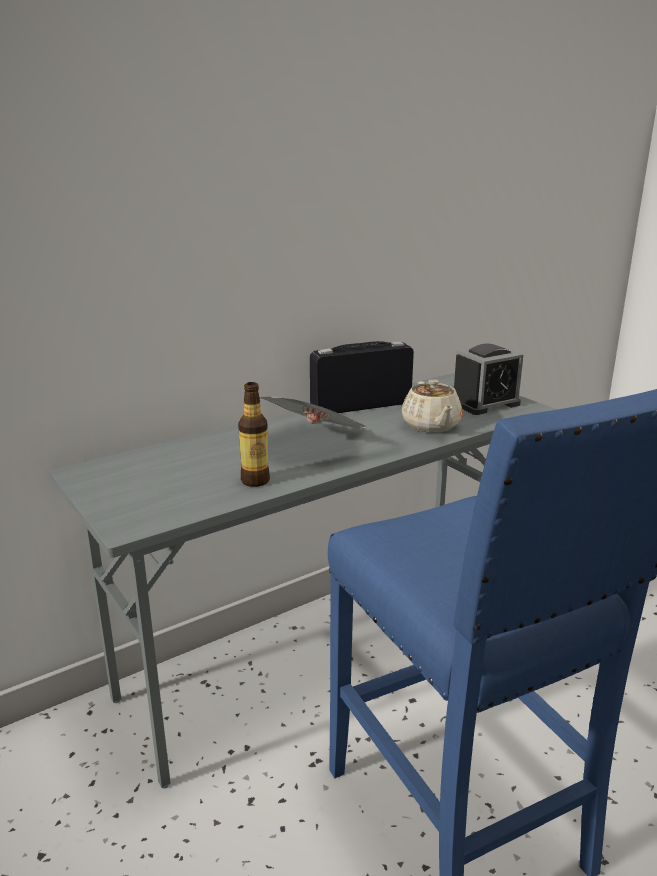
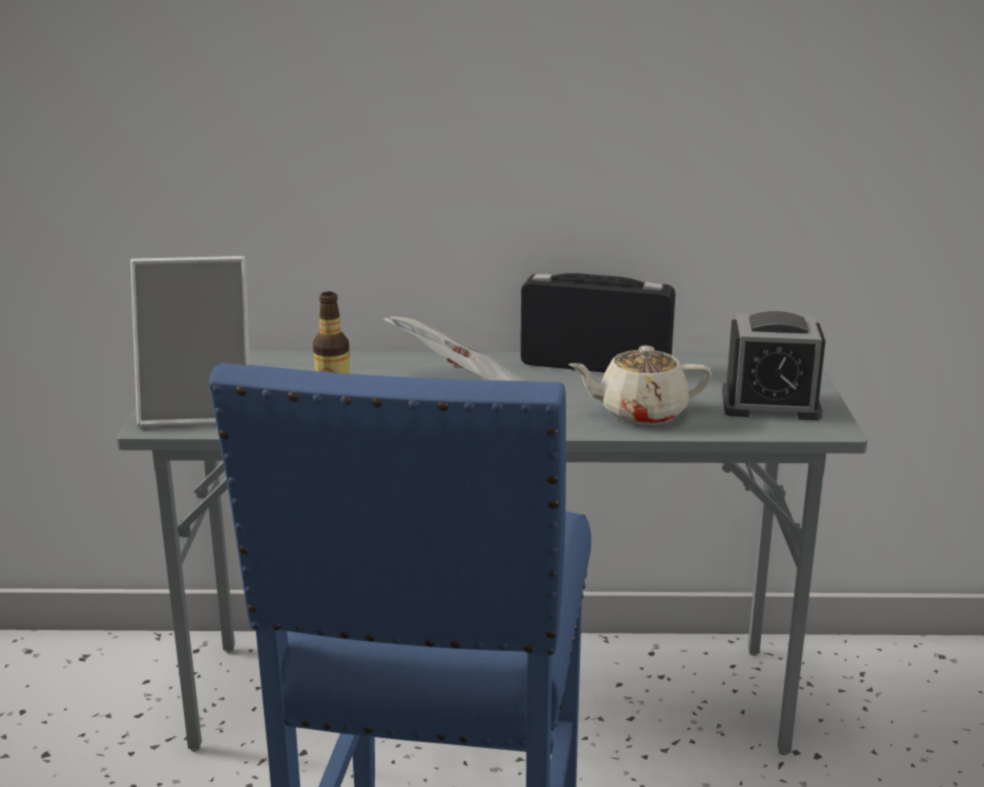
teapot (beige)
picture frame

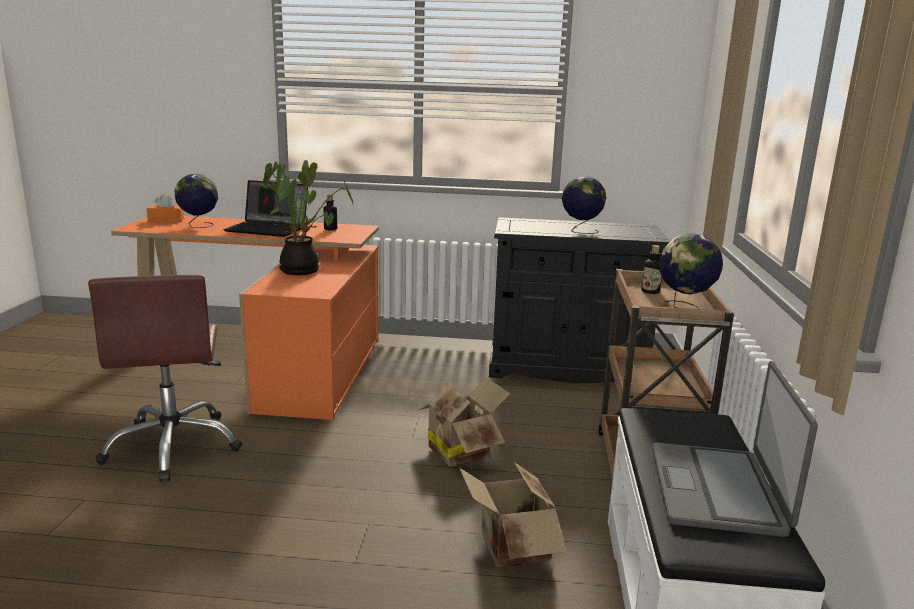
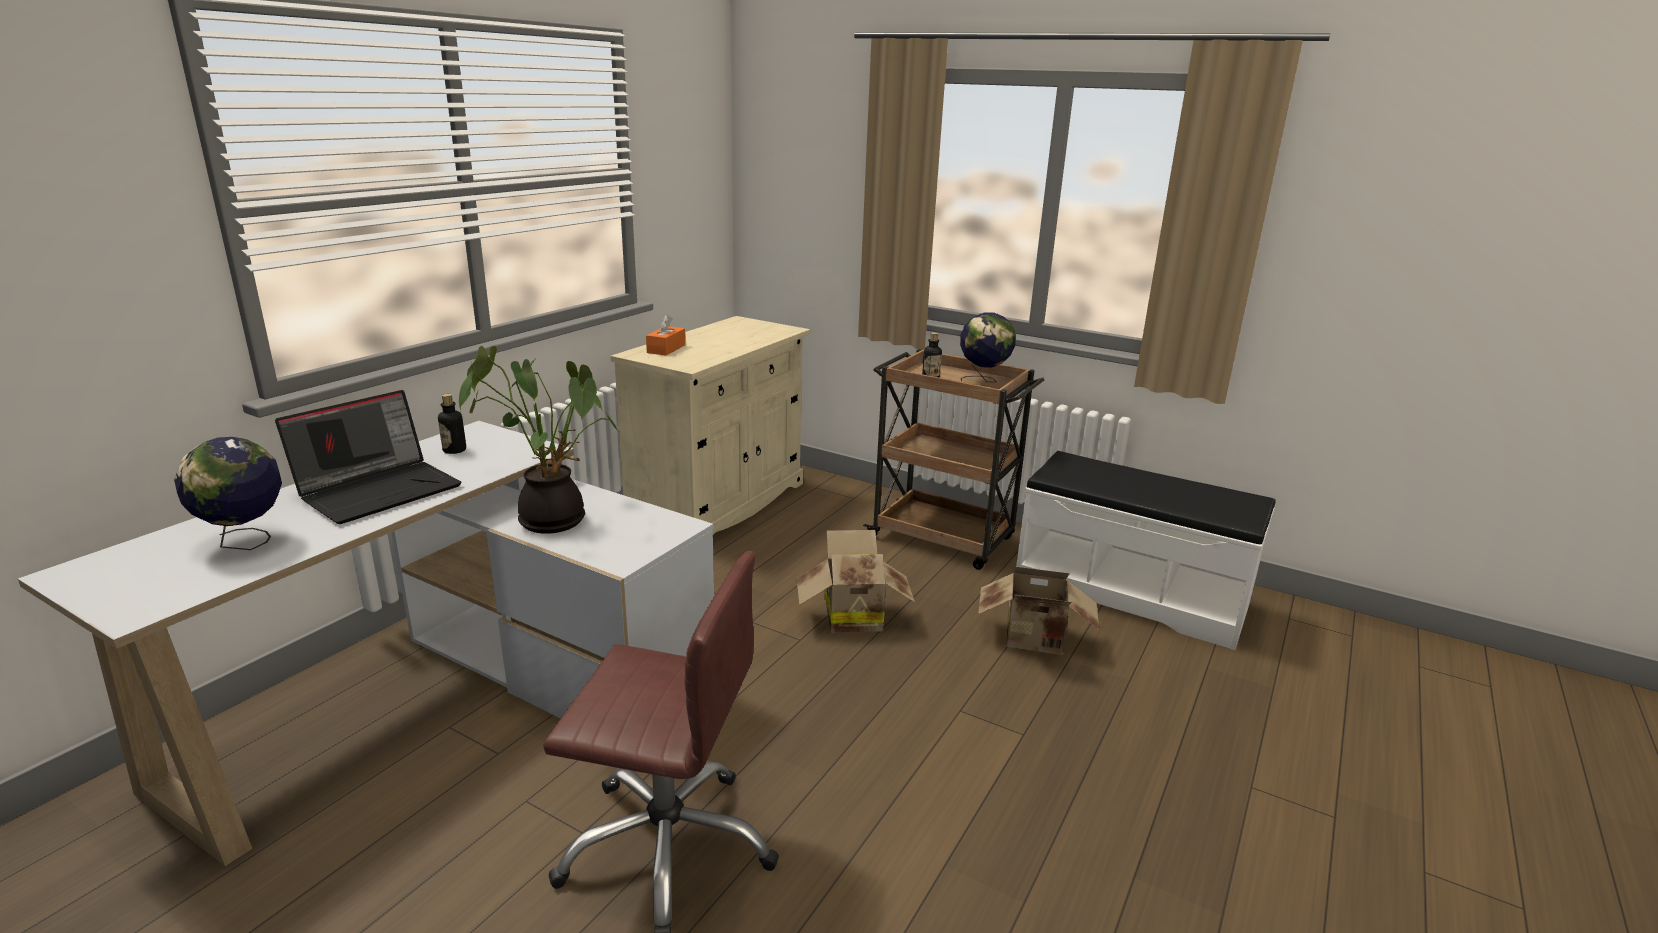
globe (no. 2 from left in the first image)
tissue box (orange)
desk (white)
cabinet (beige)
laptop (no. 2 from left in the first image)

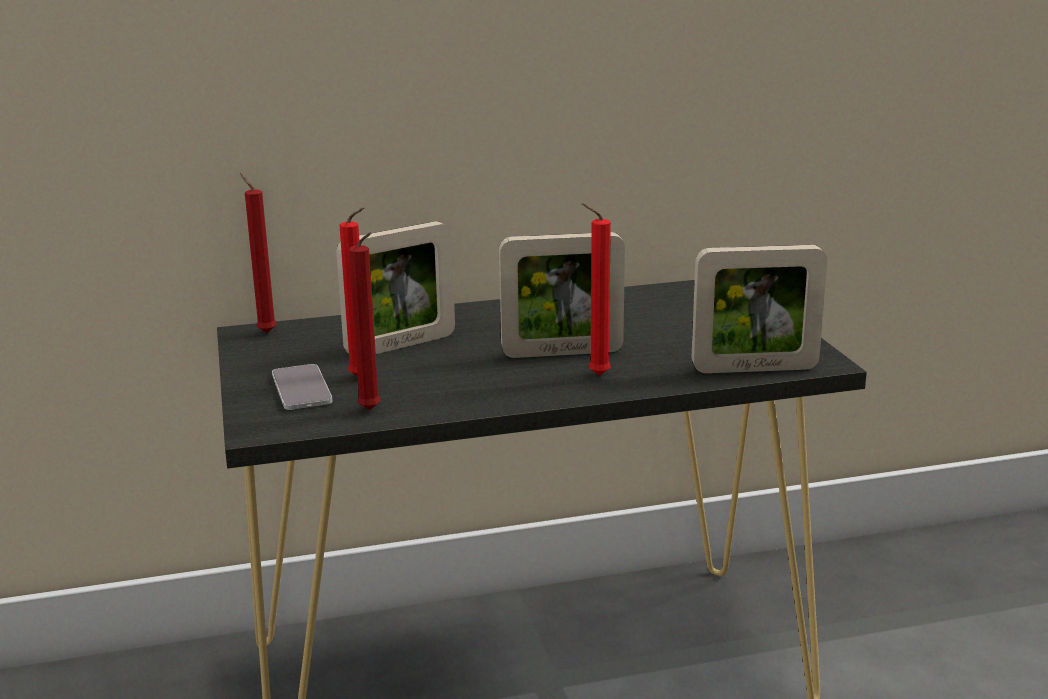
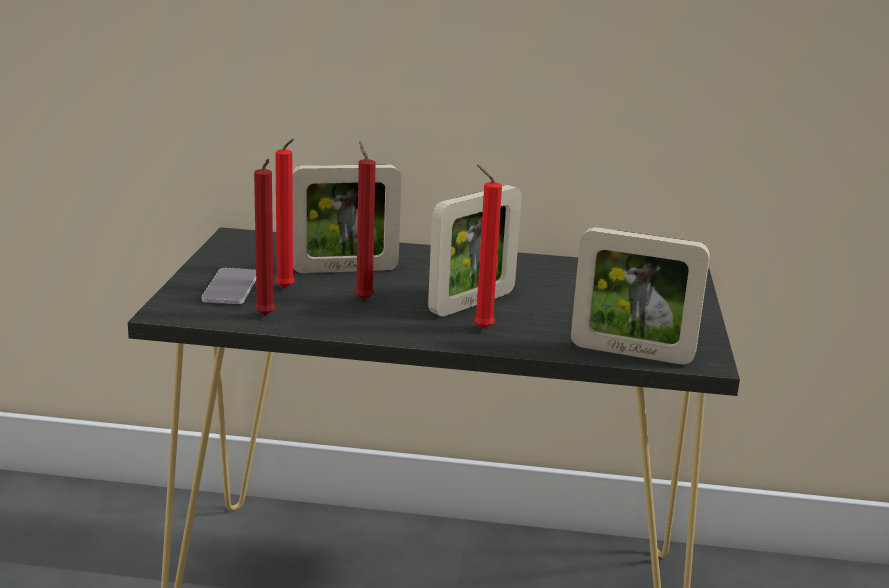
candle (red) (no. 3 from left)
picture frame (no. 2 from left)

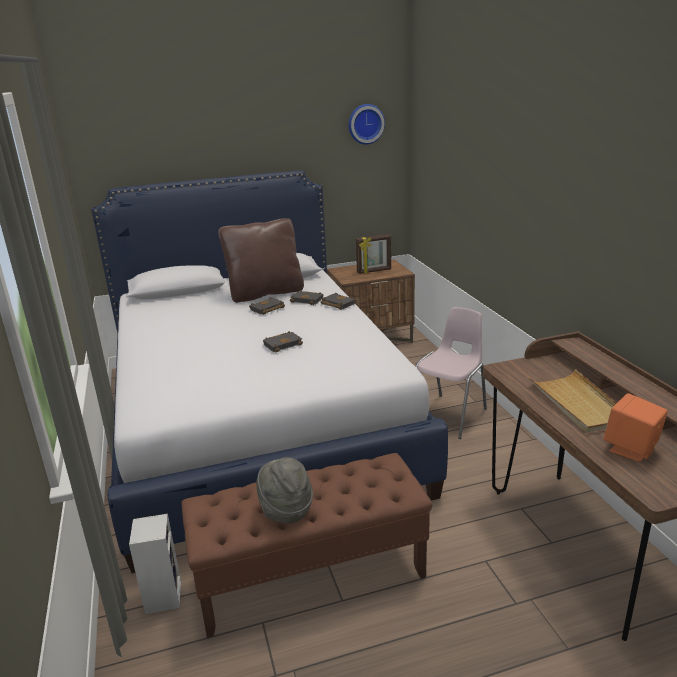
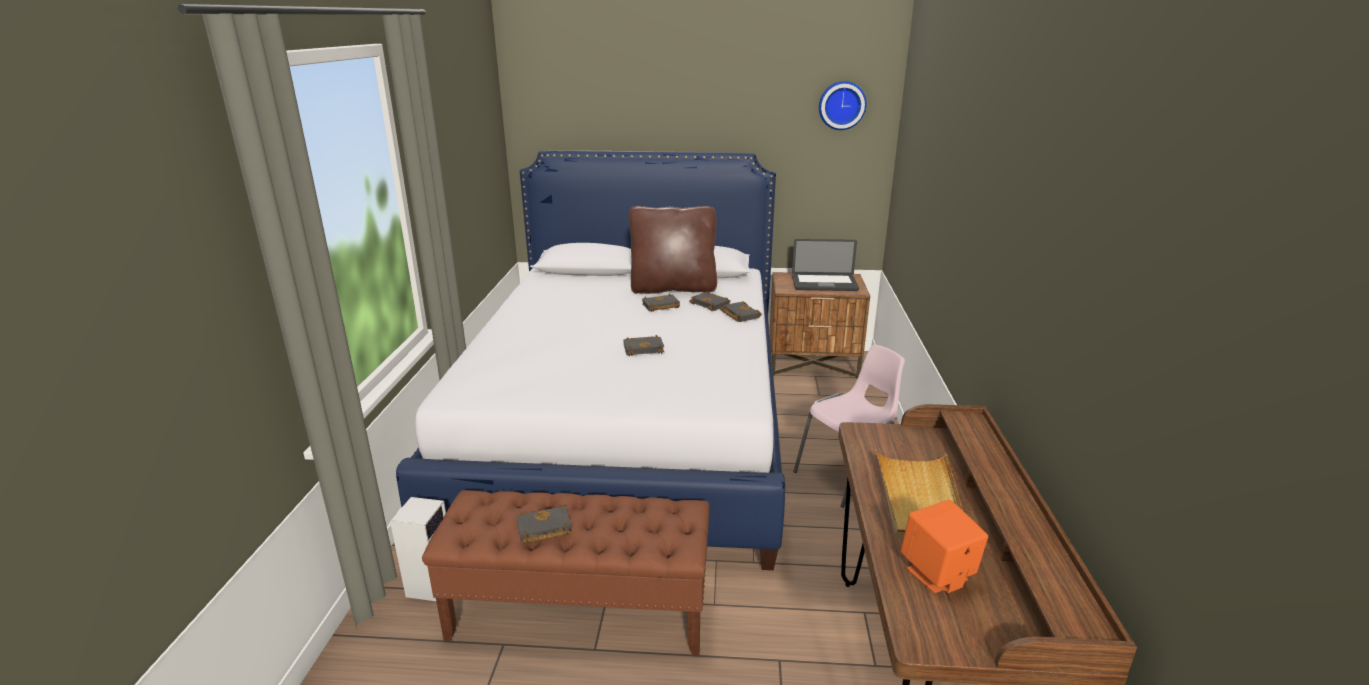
laptop
book (black) (no. 1 from left)

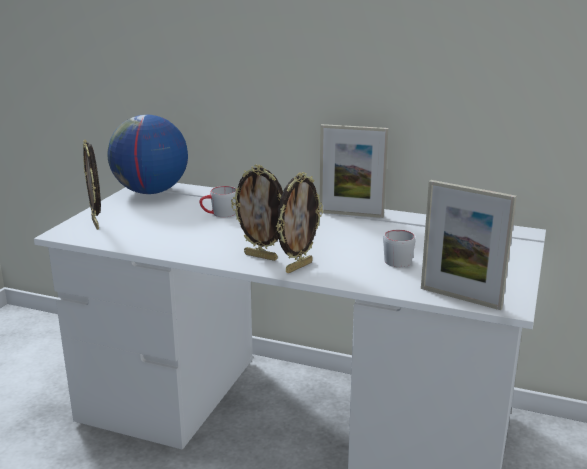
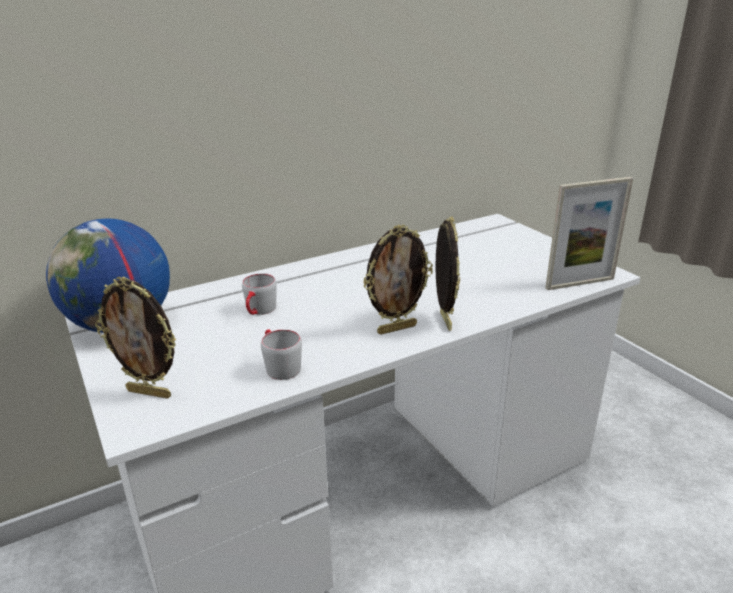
picture frame (no. 4 from left in the first image)
mug (grey) (no. 2 from left)

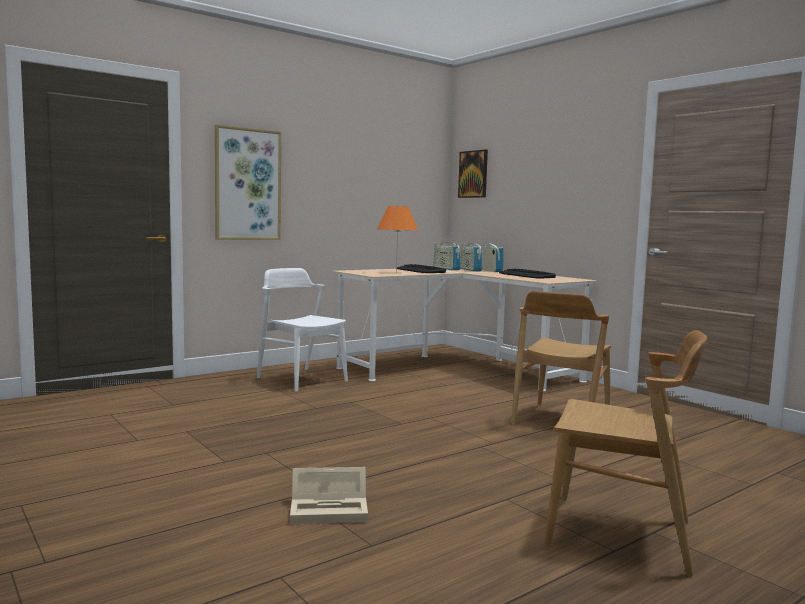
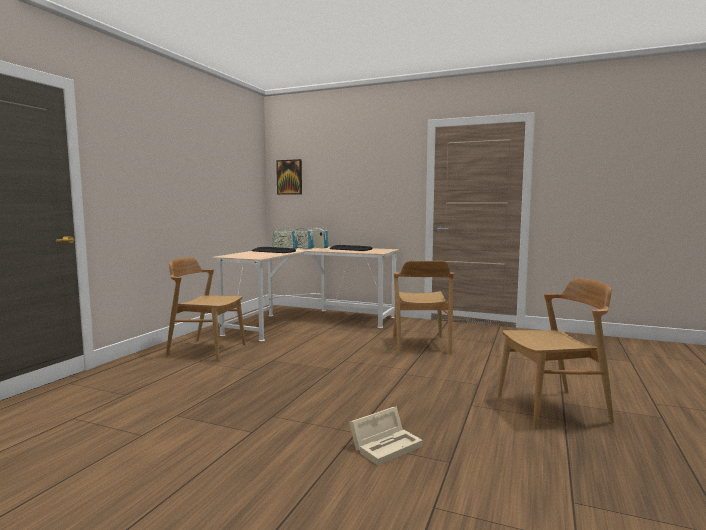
picture (no. 1 from left in the first image)
table lamp (orange)
chair (brown) (no. 1 from left)

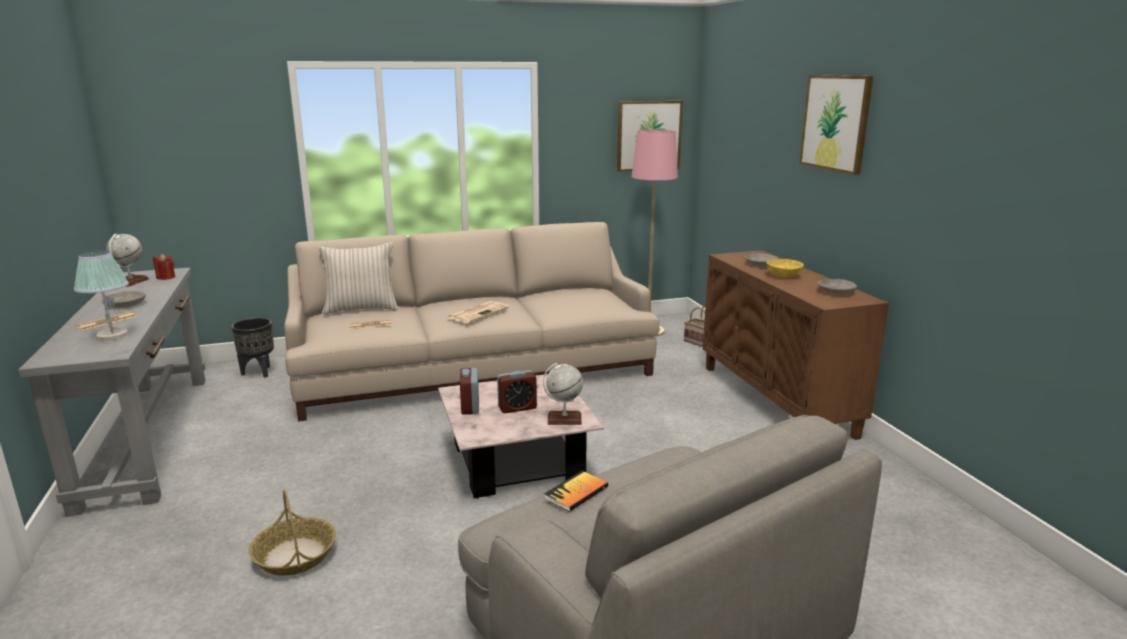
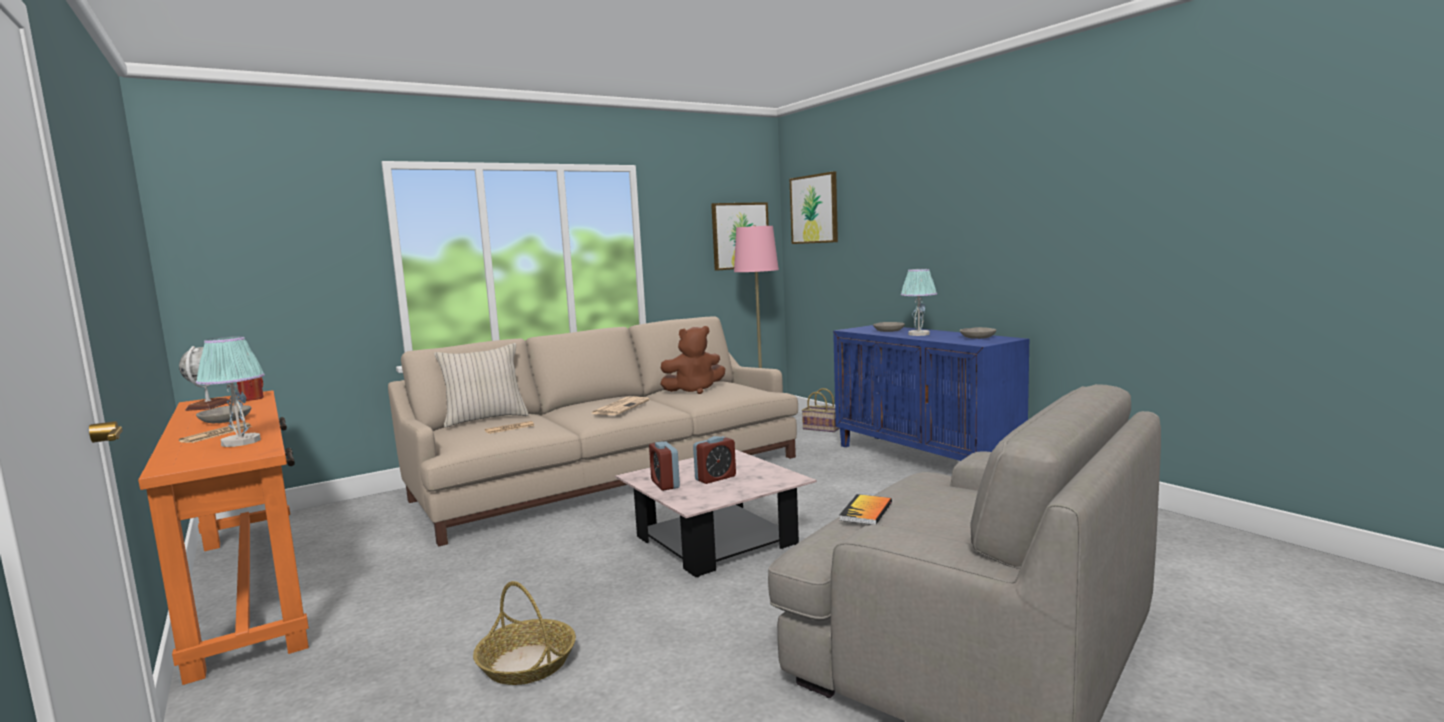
picture (no. 2 from left)
cabinet (blue)
table lamp (no. 2 from left)
console table (orange)
planter (black)
globe (no. 2 from left in the first image)
plush toy (brown)

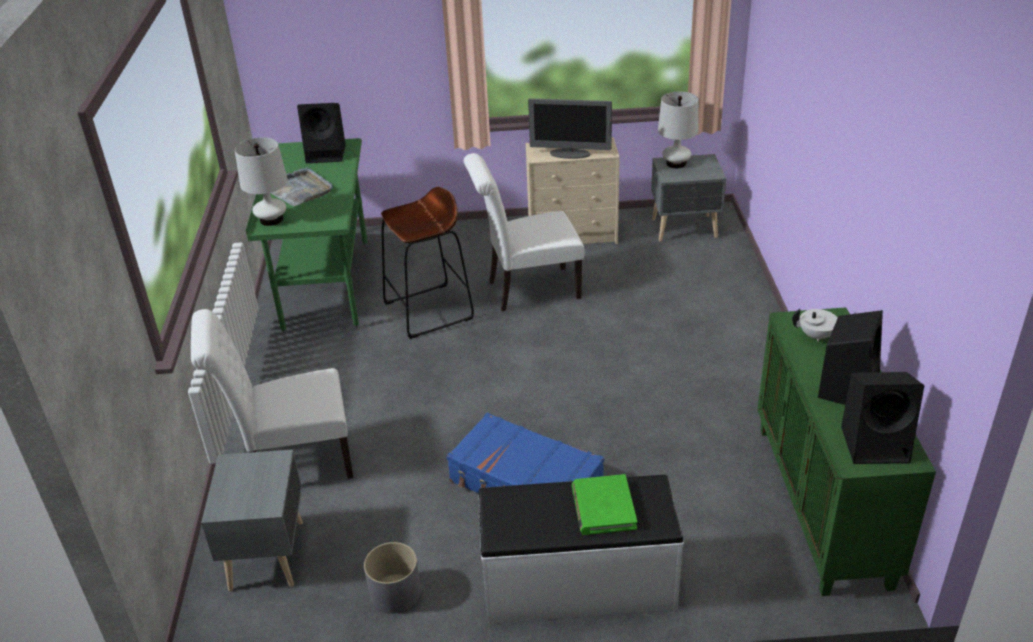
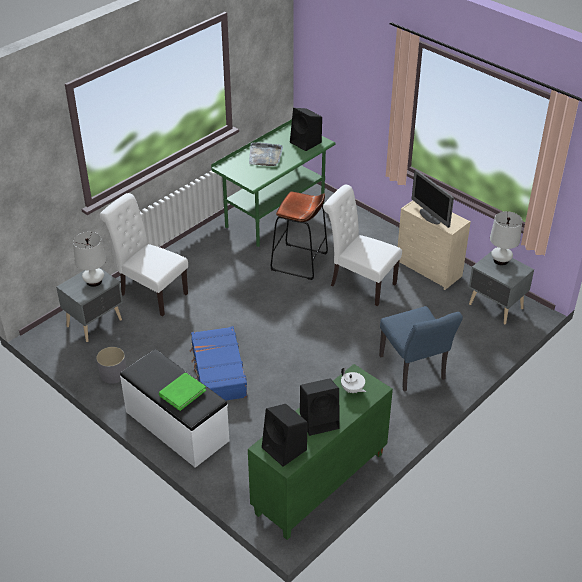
table lamp (white) (no. 1 from left)
chair (blue)

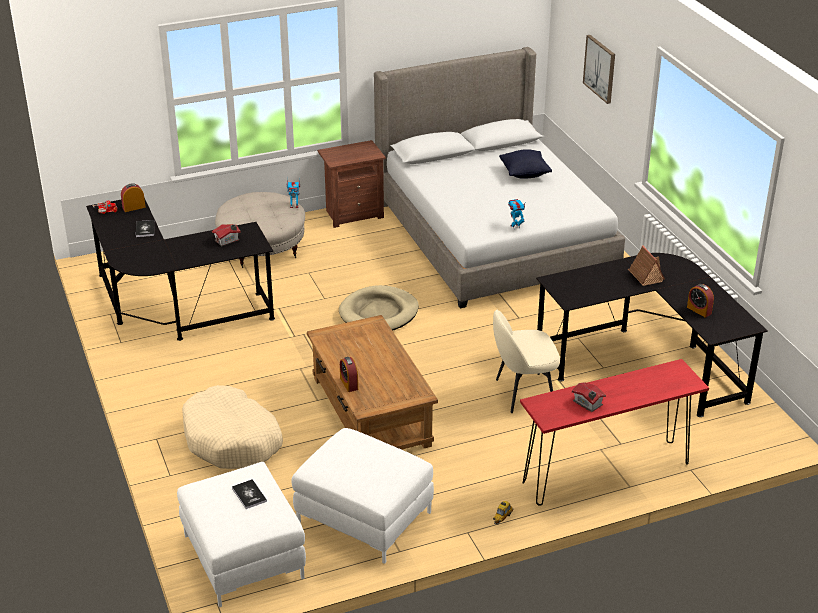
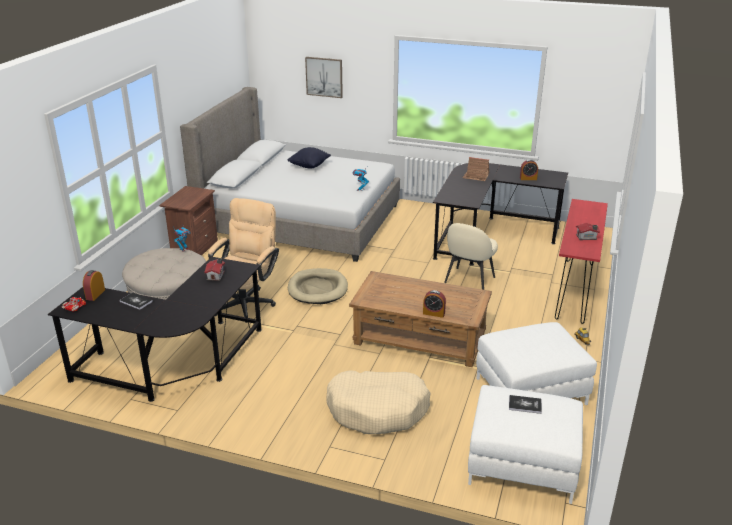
office chair (beige)

